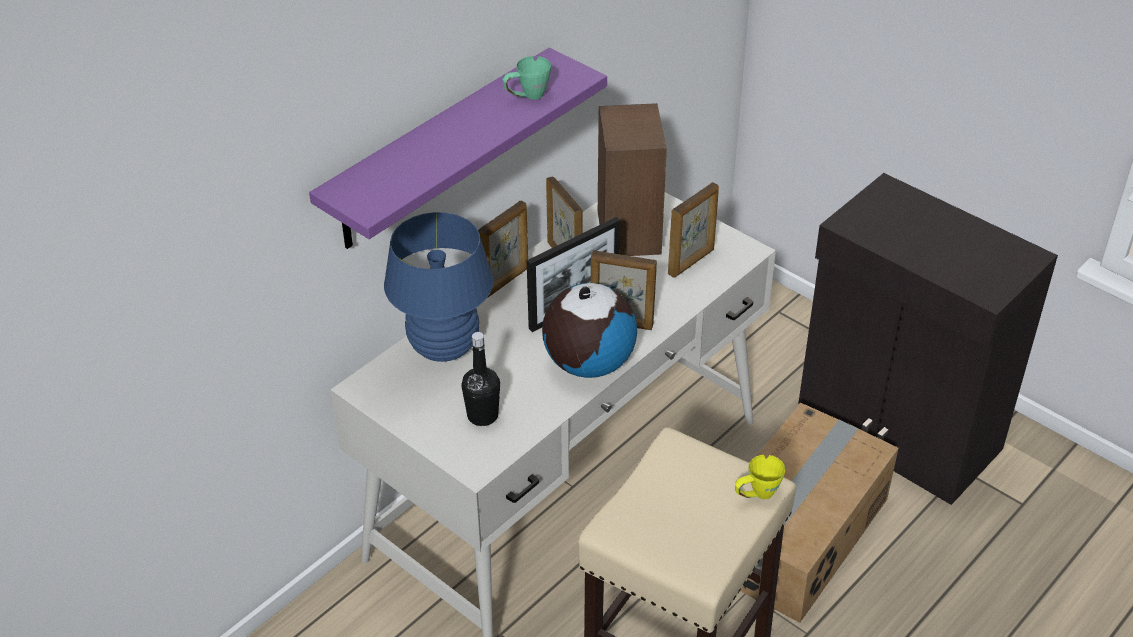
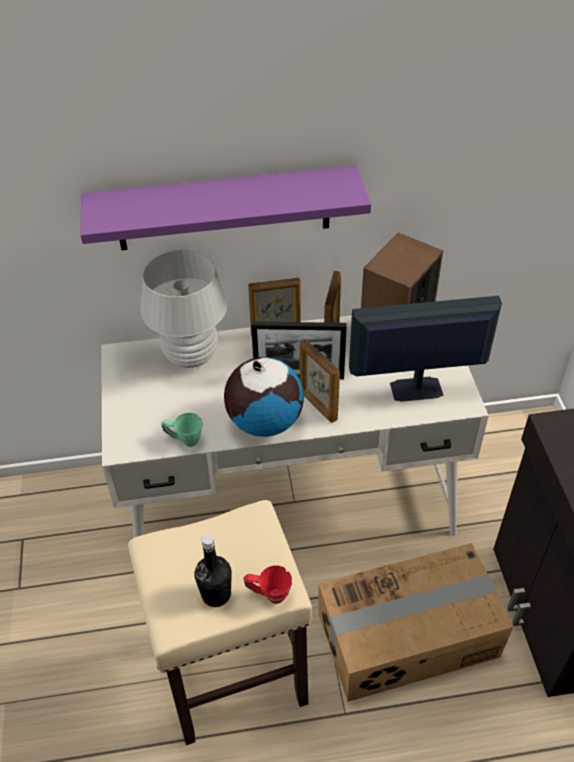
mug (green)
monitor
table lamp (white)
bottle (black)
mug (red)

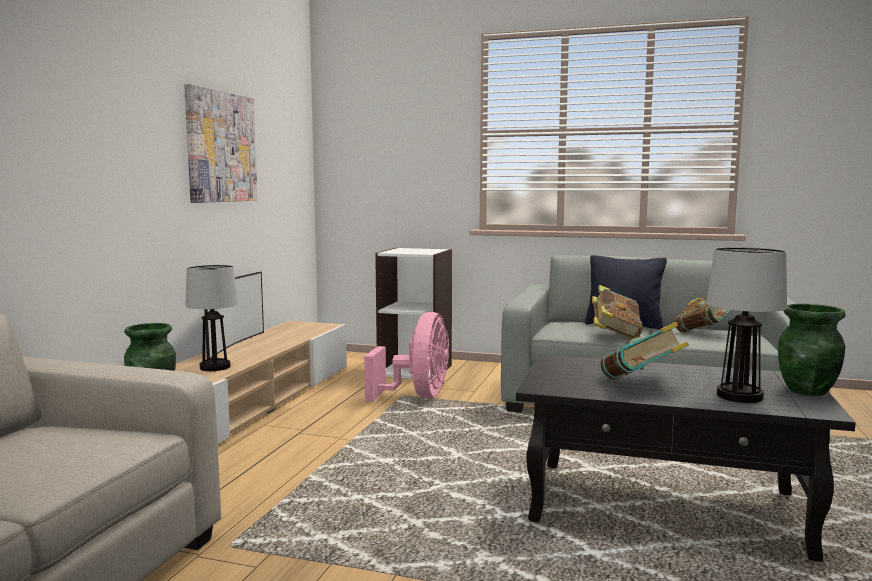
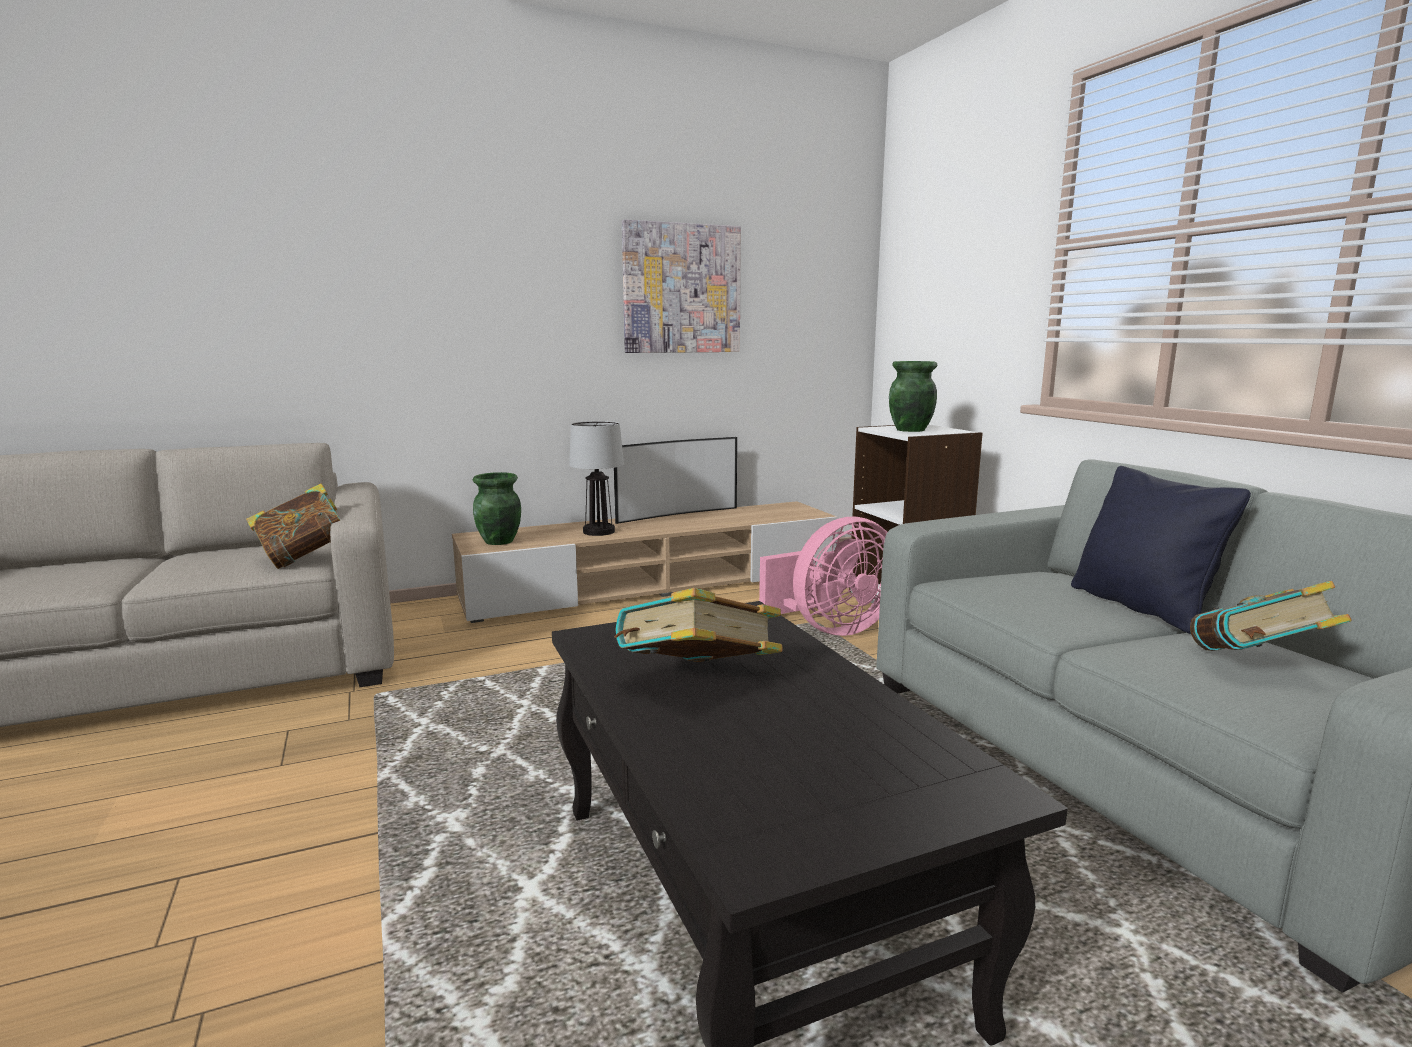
table lamp (no. 2 from left in the first image)
book (no. 1 from left)
vase (green) (no. 2 from left)

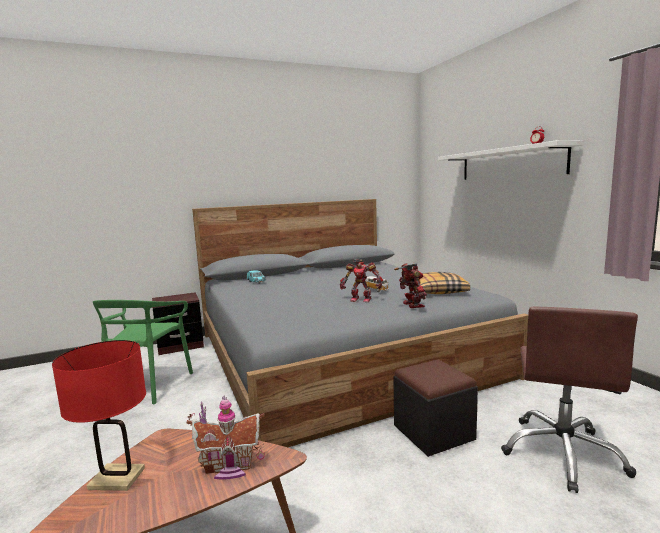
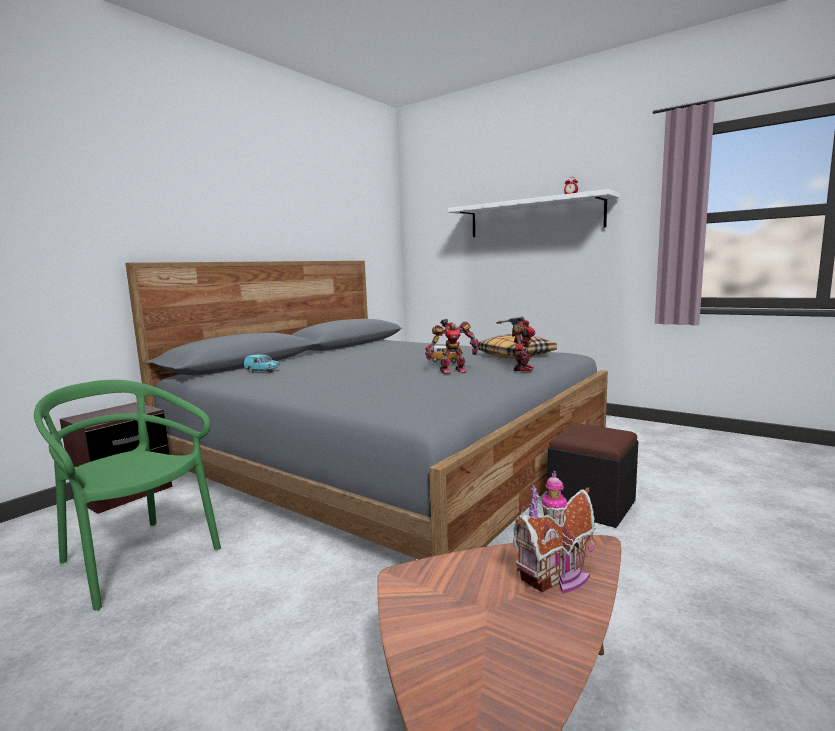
toy robot (no. 2 from left)
chair (green)
office chair (brown)
table lamp (red)

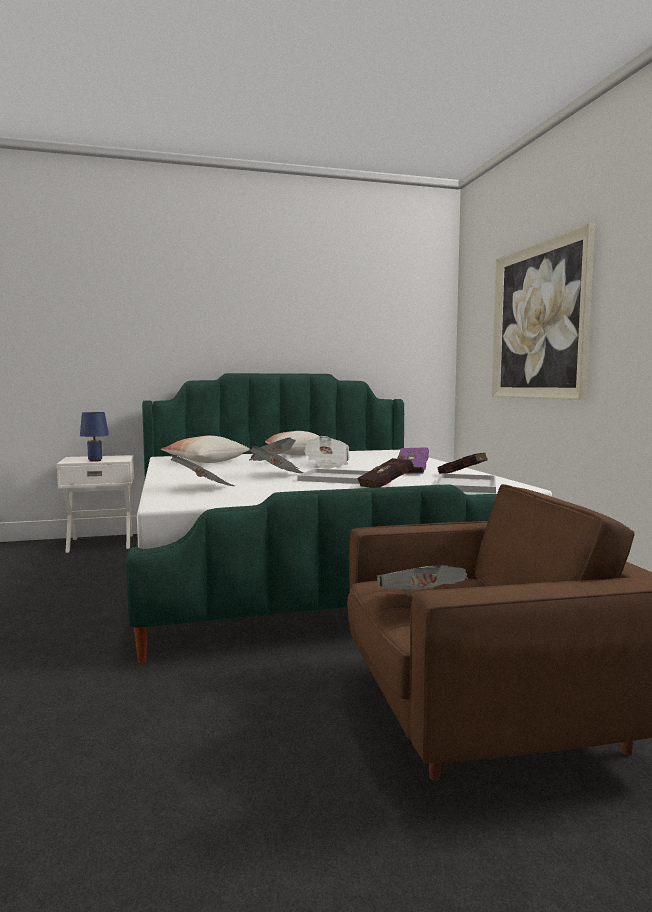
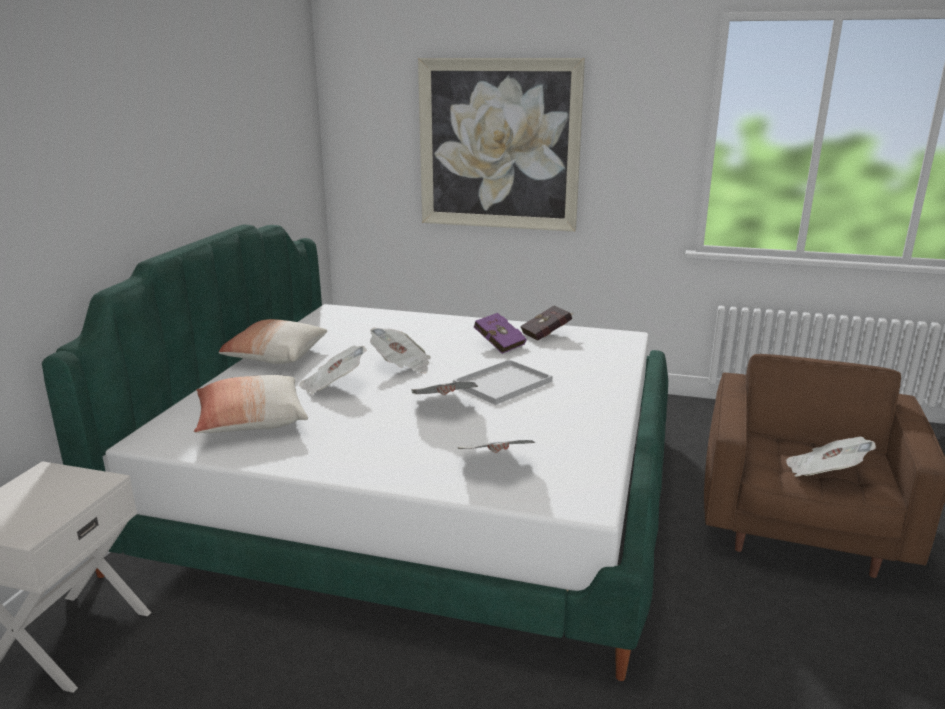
table lamp (blue)
book (red) (no. 1 from left in the first image)
tray (white) (no. 2 from left in the first image)

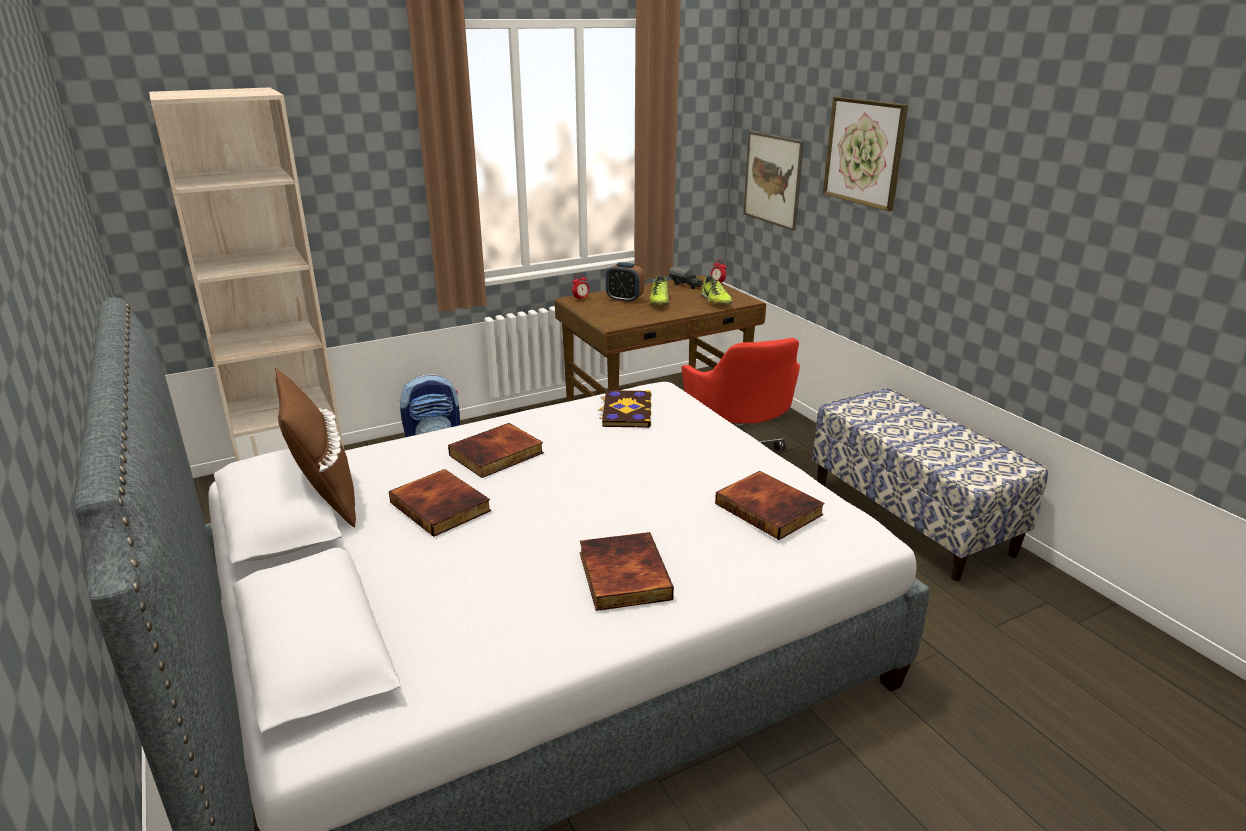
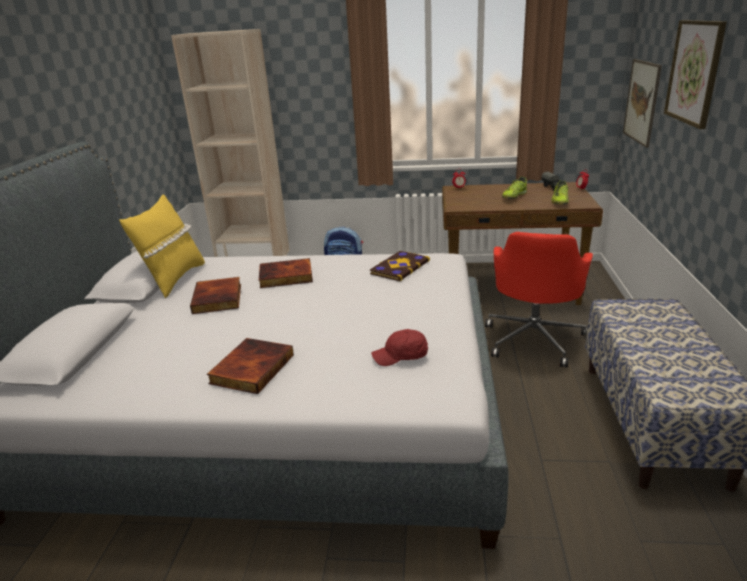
alarm clock (no. 2 from left in the first image)
pillow (yellow)
cap (red)

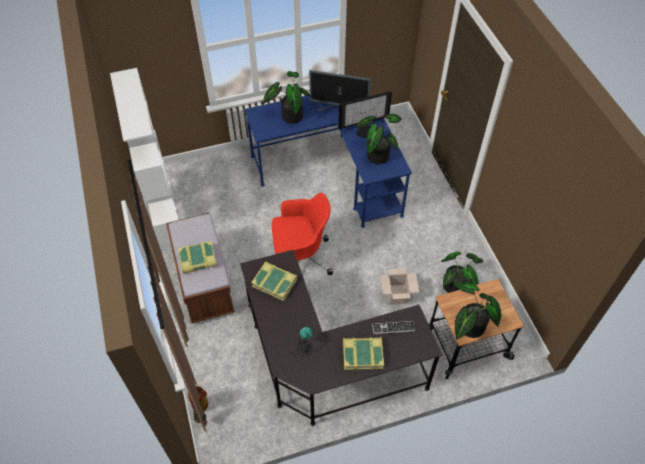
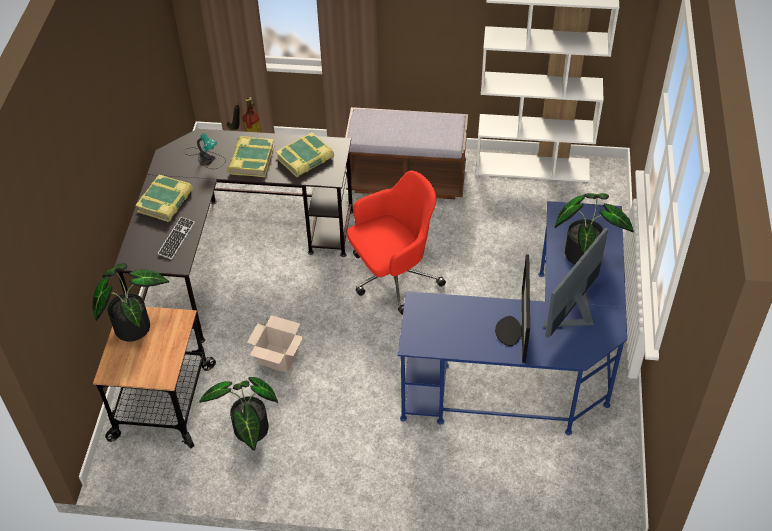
potted plant (no. 2 from left in the first image)
office chair (red)
book (no. 2 from left)

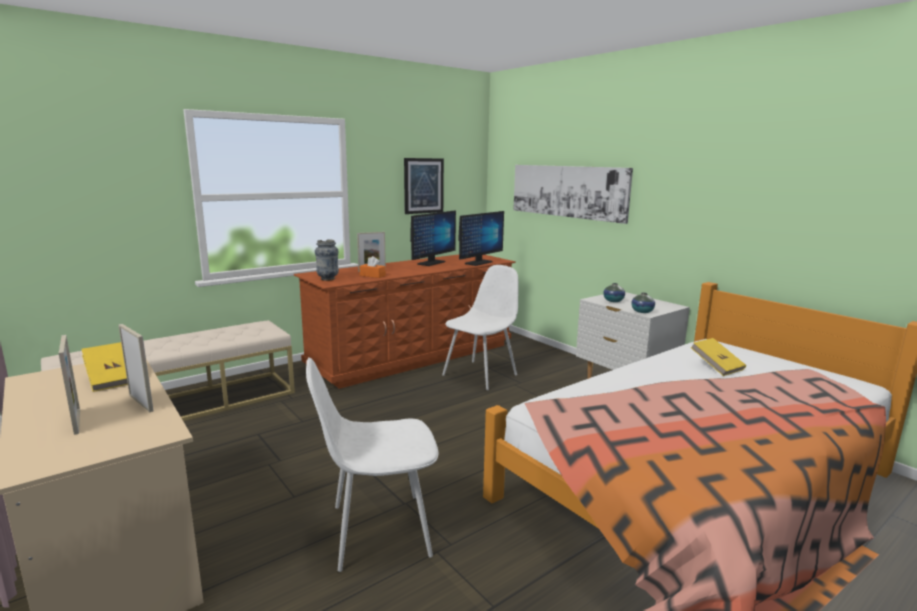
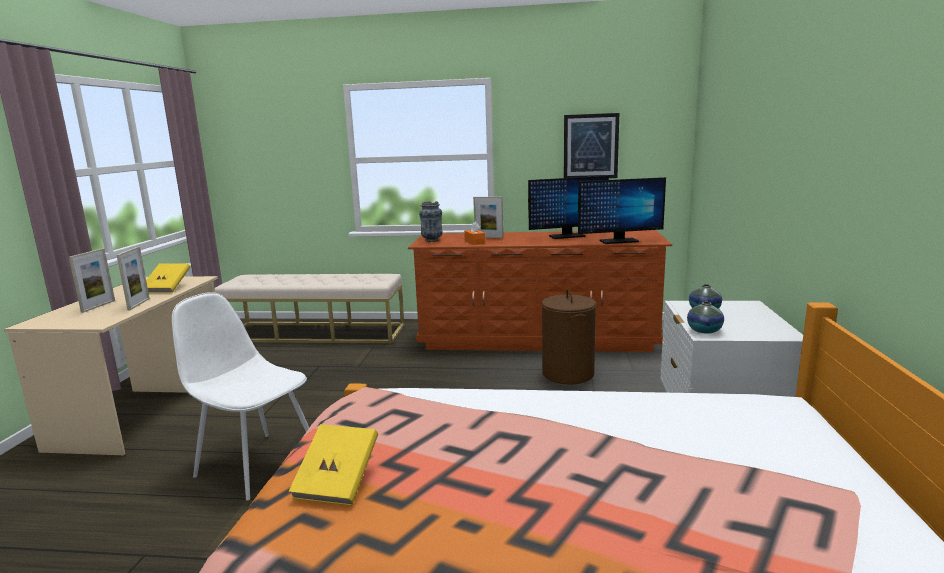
picture (no. 2 from left in the first image)
laundry basket (brown)
book (yellow) (no. 2 from left)

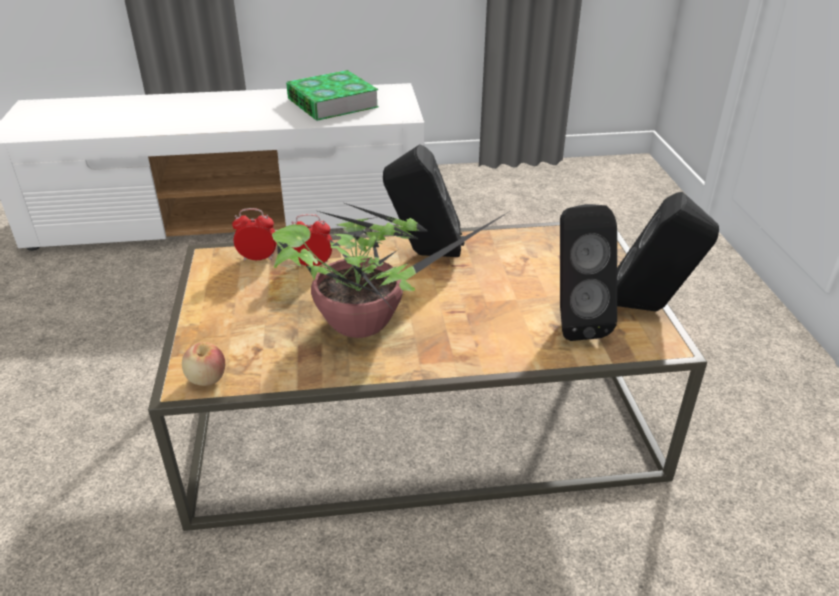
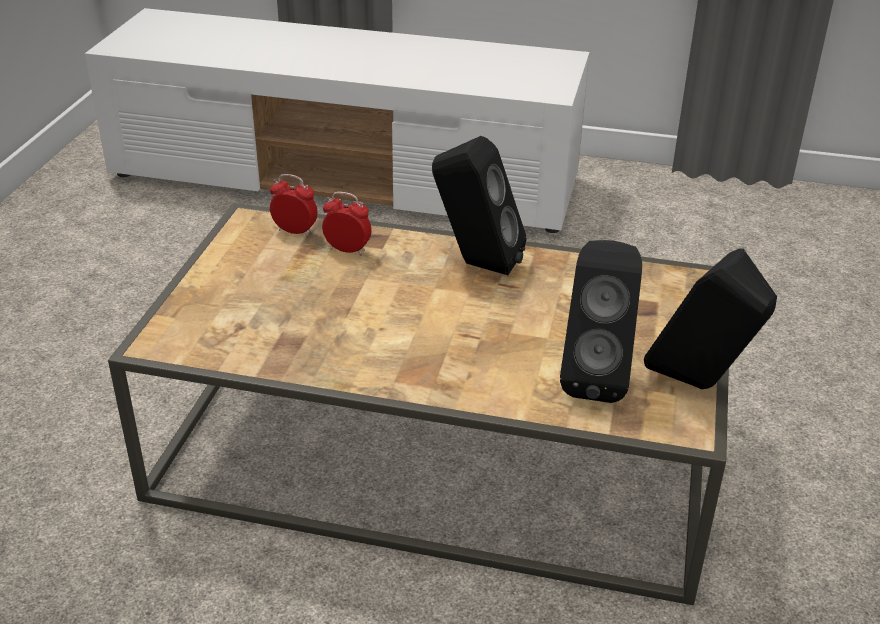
book
potted plant
apple

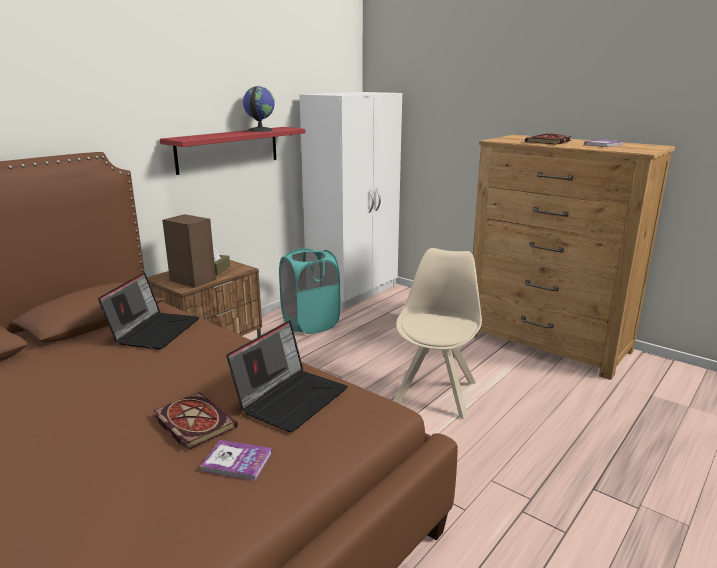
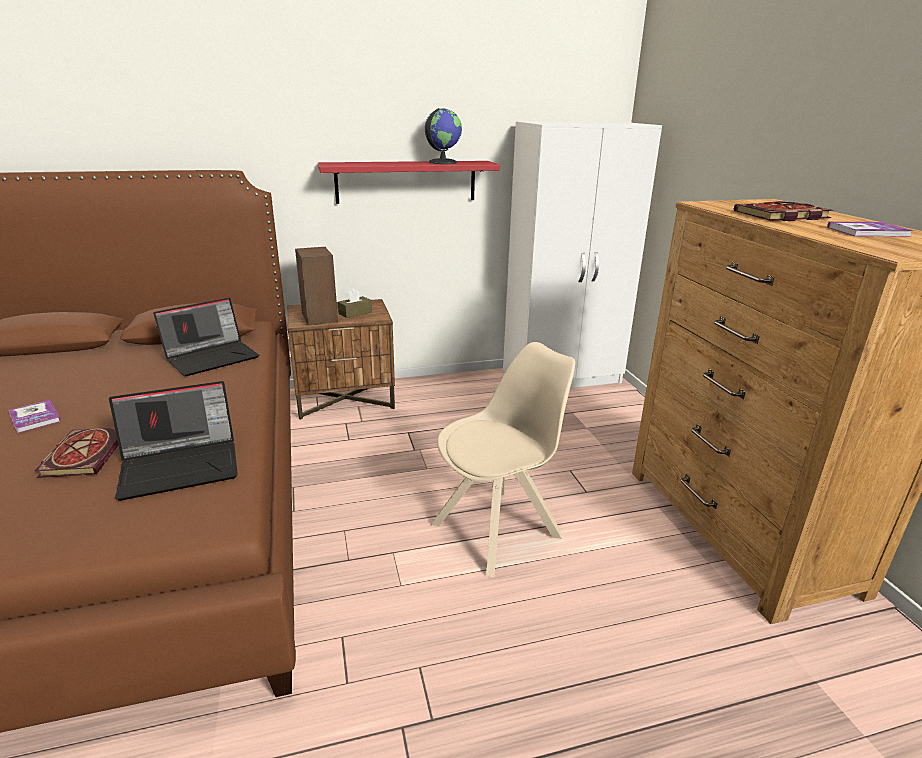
laundry basket (turquoise)
book (no. 1 from left)

